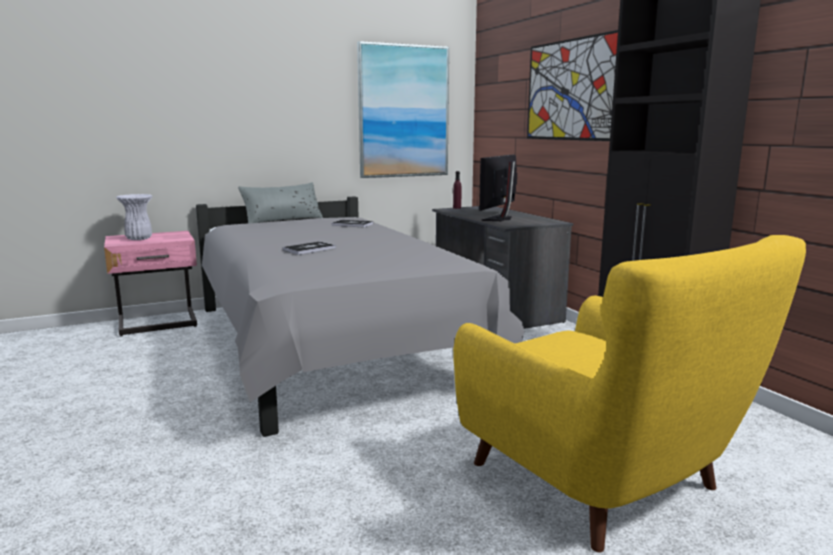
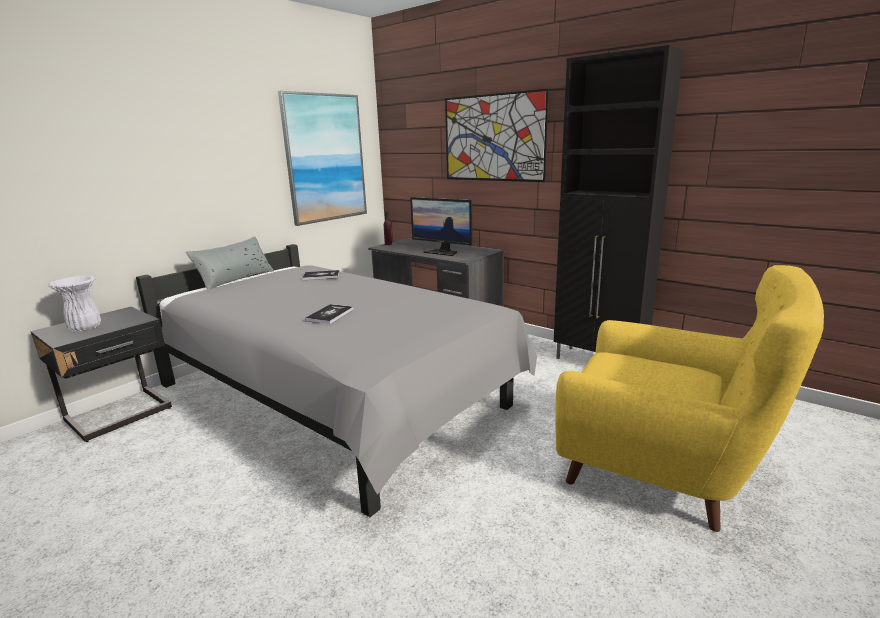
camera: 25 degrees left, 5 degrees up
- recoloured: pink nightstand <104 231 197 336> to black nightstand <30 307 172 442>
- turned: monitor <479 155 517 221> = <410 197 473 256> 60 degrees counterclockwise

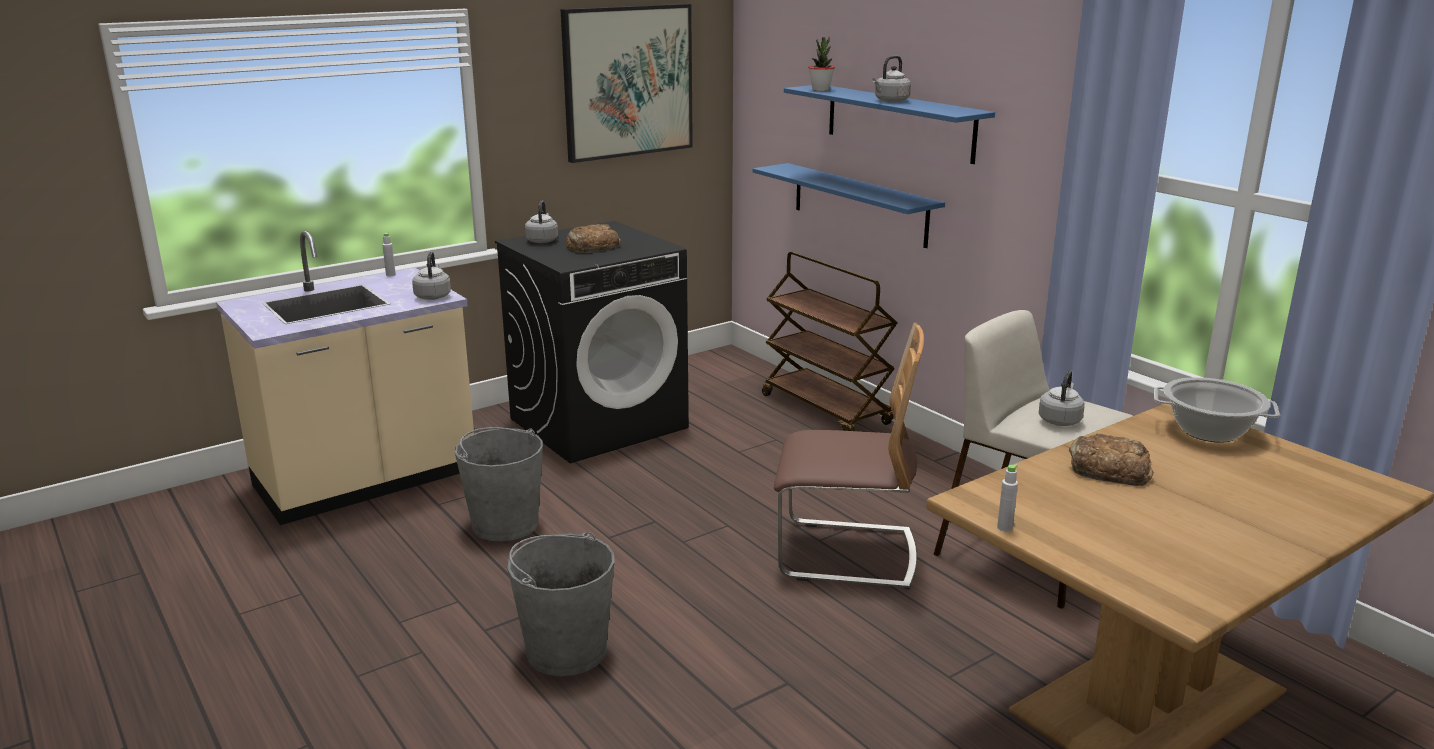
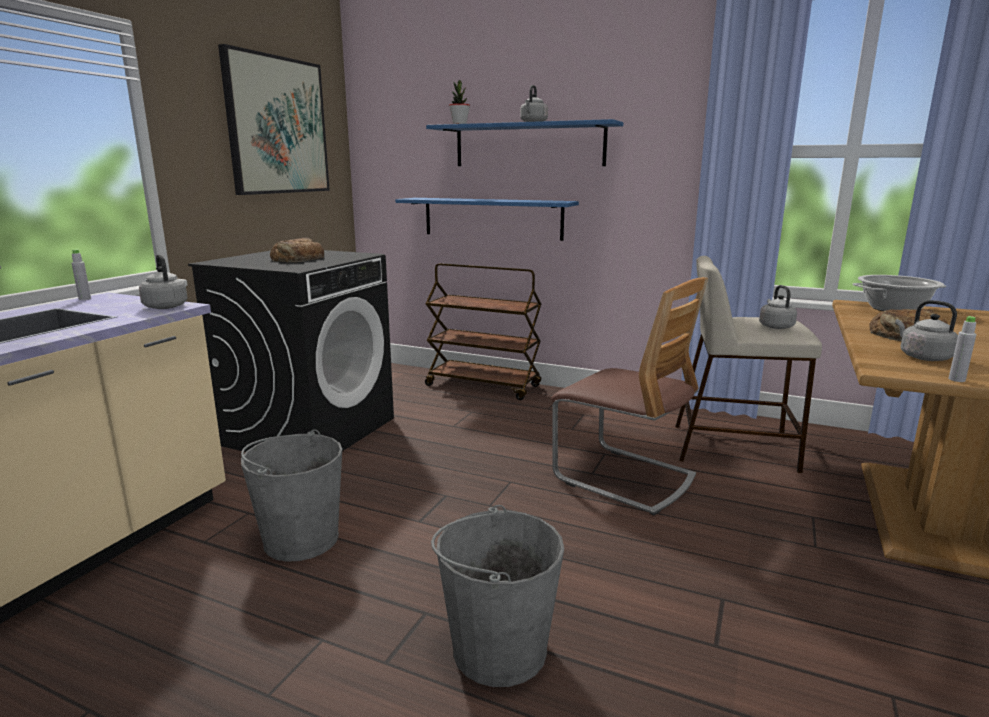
camera: 30 degrees left, 5 degrees down
- turned: chair <774 323 924 589> = <551 277 708 515> 60 degrees clockwise
- moved: grey kettle <525 200 558 243> to <895 300 958 361>

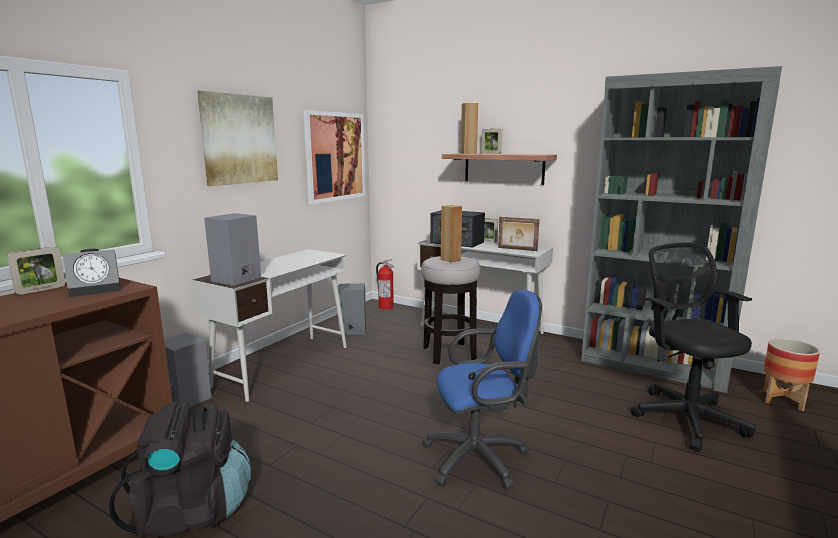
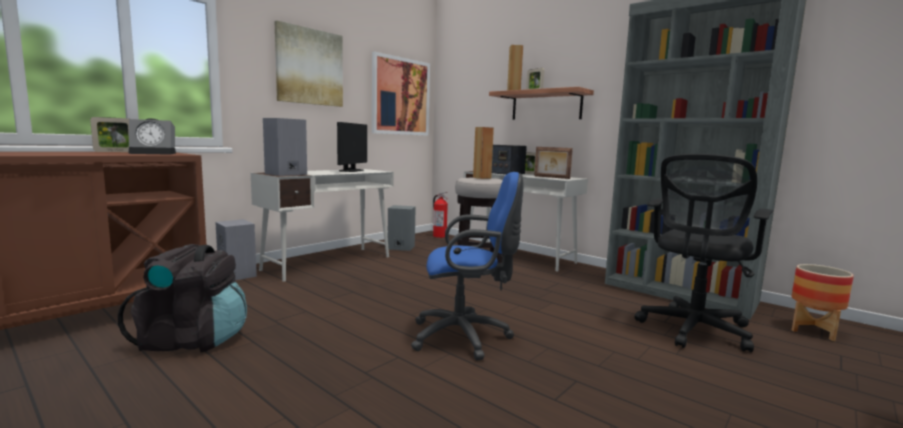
camera: 10 degrees right, 5 degrees down
- added: monitor <337 122 367 172>
- turned: black office chair <631 243 756 452> = <634 154 773 352> 135 degrees counterclockwise

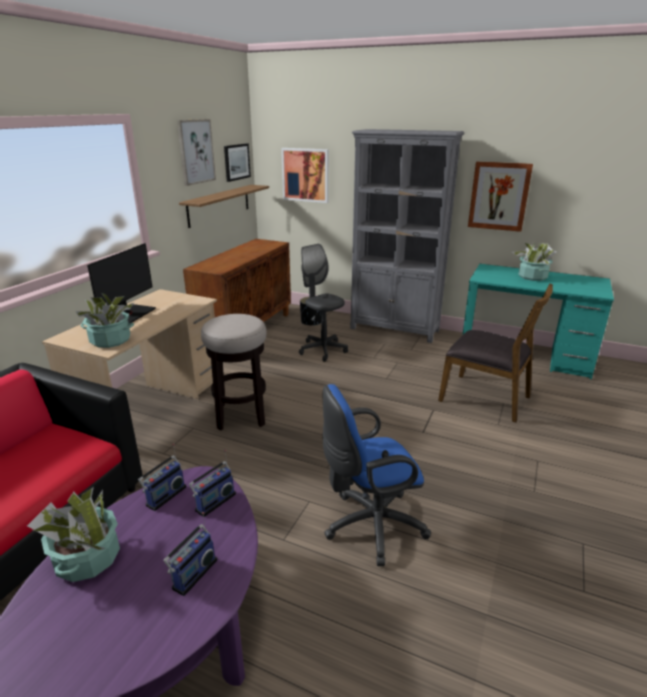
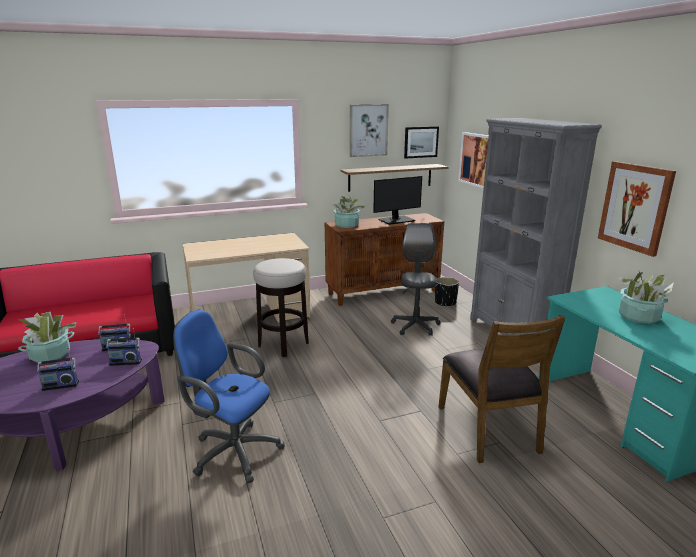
camera: 45 degrees right, 5 degrees down
- moved: potted plant <76 293 134 348> to <333 196 366 228>
- moved: monitor <87 243 156 323> to <373 176 422 225>

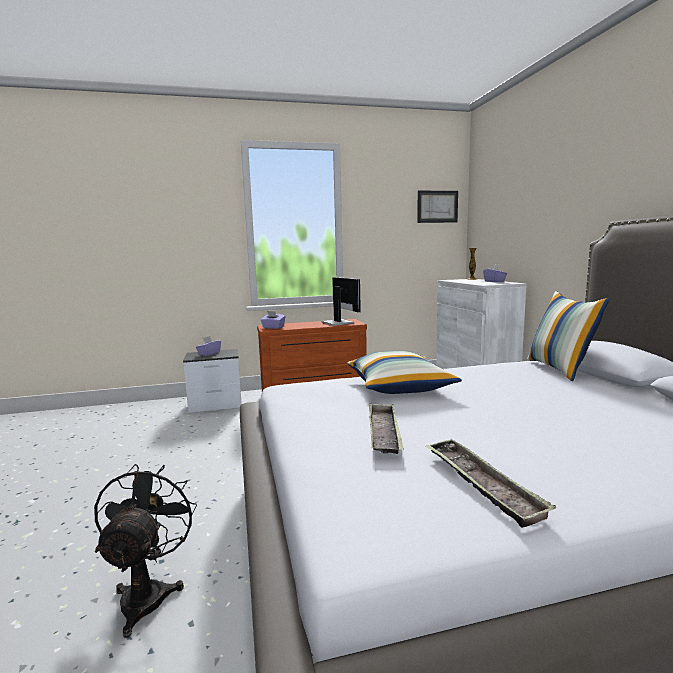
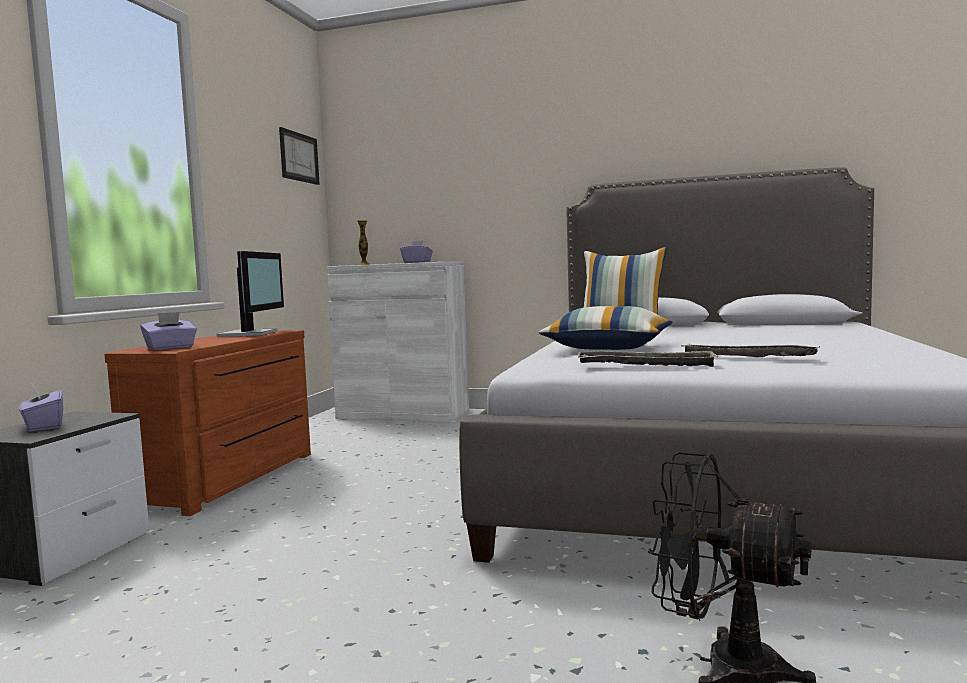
camera: 60 degrees left, 5 degrees down
- turned: monitor <321 277 361 326> = <216 251 284 337> 90 degrees clockwise
- moved: tray <426 438 556 528> to <578 350 718 367>

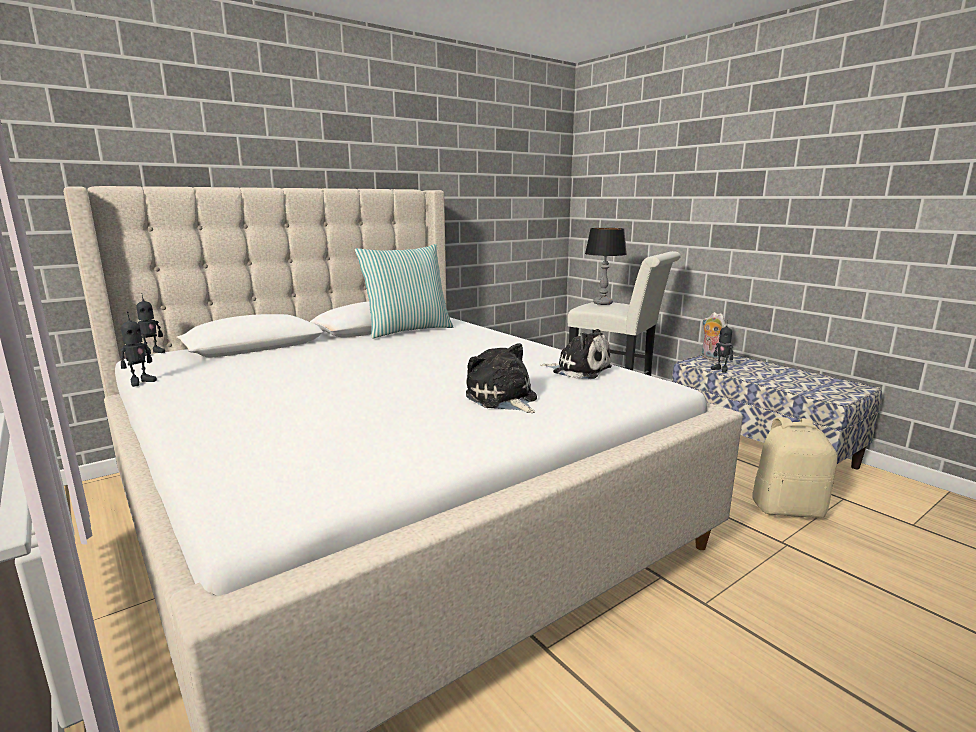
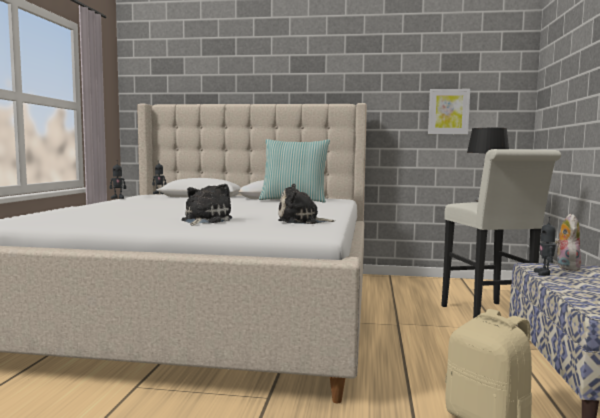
camera: 45 degrees right, 10 degrees down
- turned: plush toy <540 329 612 379> = <278 184 335 224> 105 degrees clockwise
- added: picture <428 89 470 134>

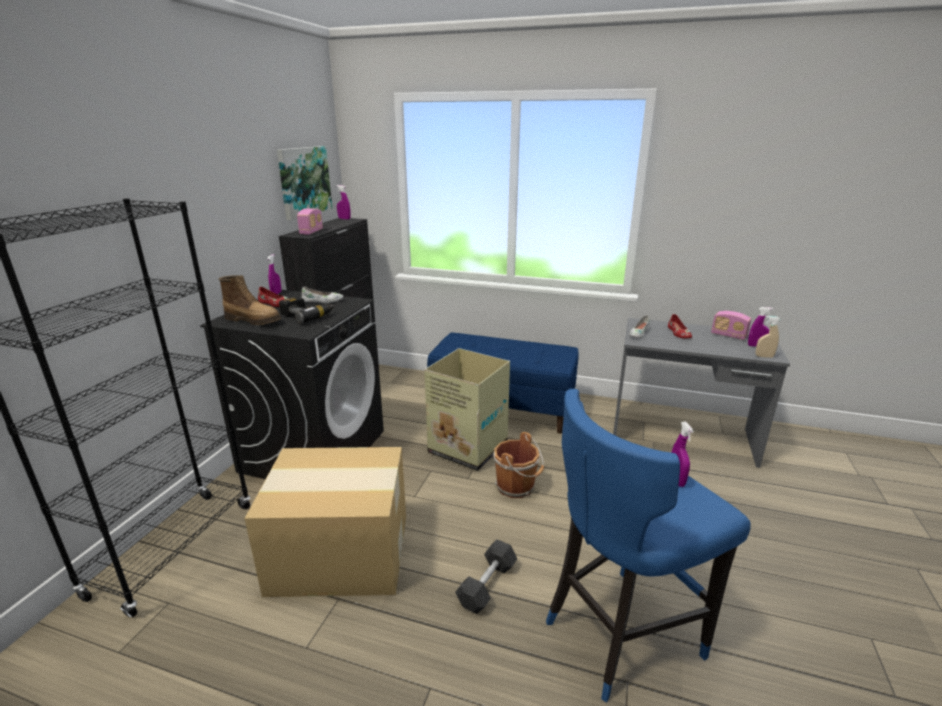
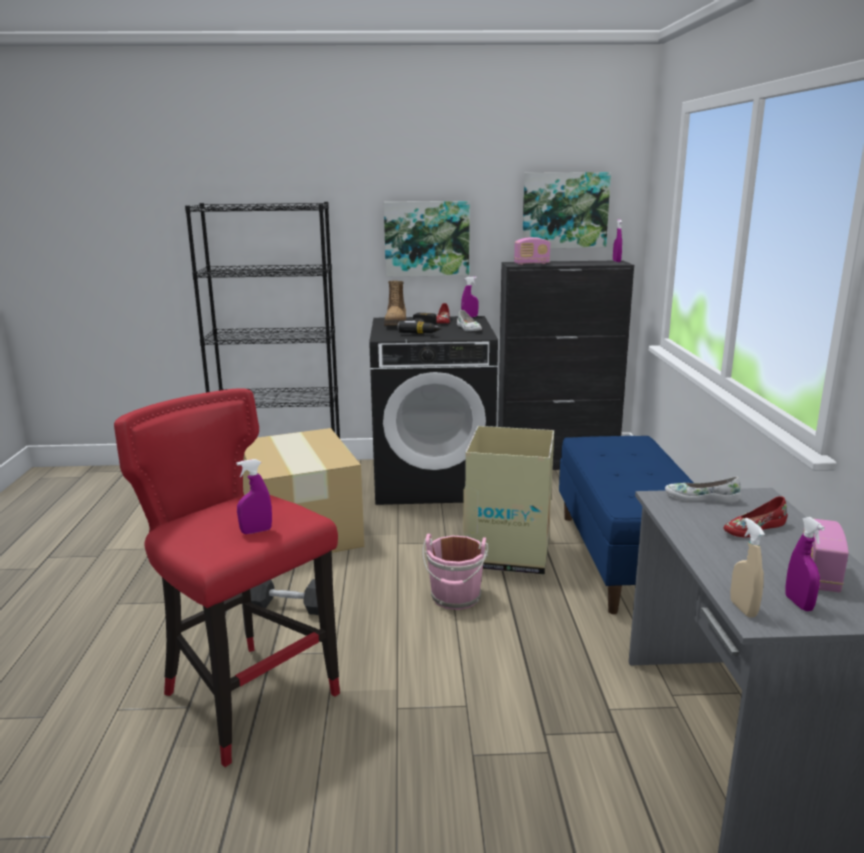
camera: 70 degrees right, 5 degrees down
- recoloured: blue stool <546 389 751 703> to red stool <114 388 340 767>
- added: picture <384 201 470 277>
- recoloured: brown bucket <493 432 544 498> to pink bucket <422 534 488 610>

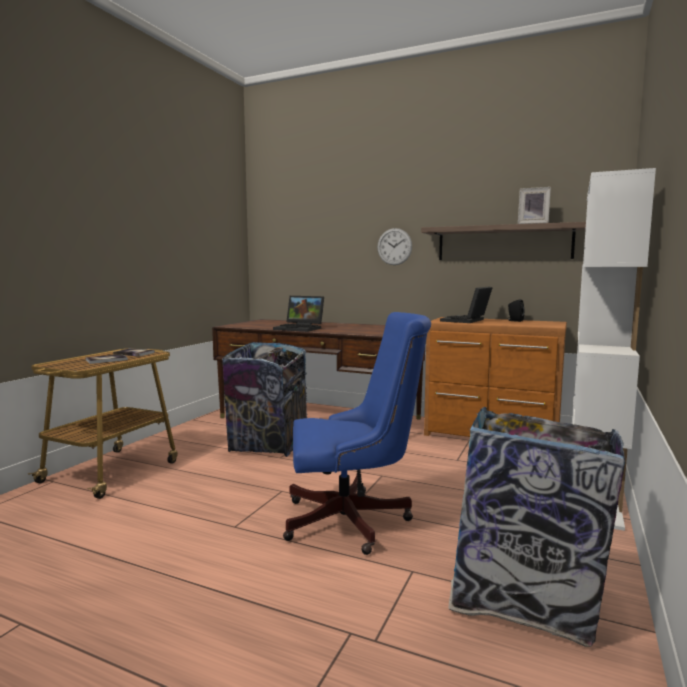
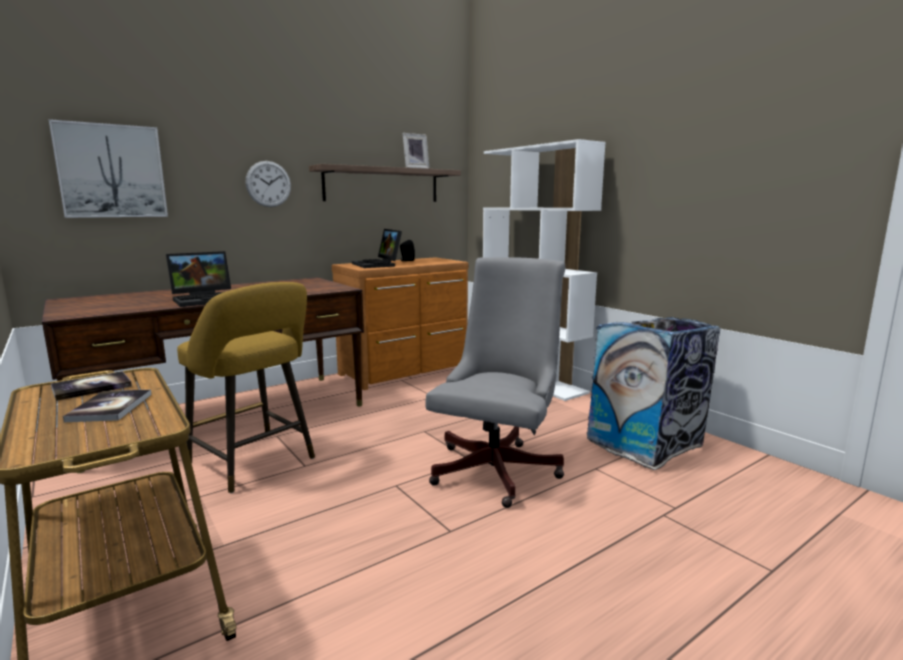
camera: 60 degrees left, 5 degrees up
- added: picture <49 119 168 218>
- replaced: trash can <222 342 307 457> to yellow stool <177 282 315 493>
- recoloured: blue office chair <283 312 431 555> to grey office chair <426 257 565 508>

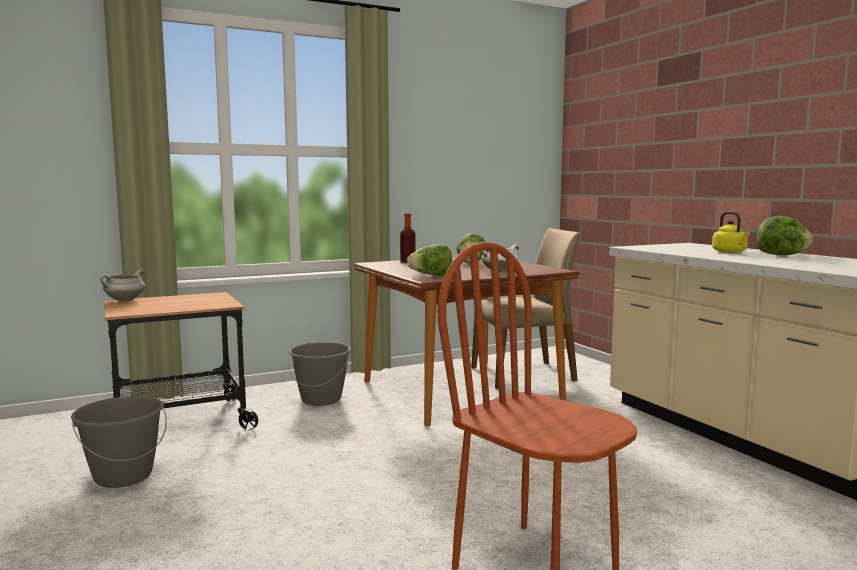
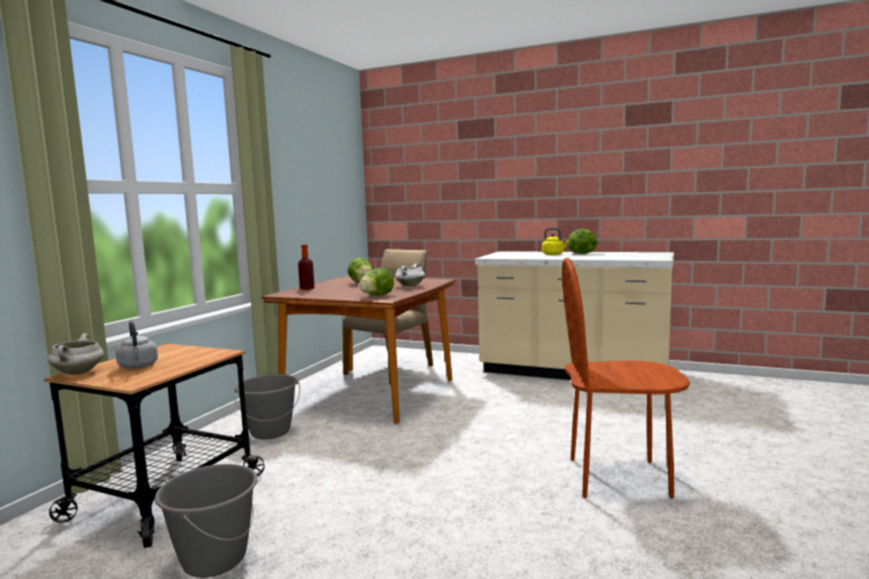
camera: 40 degrees left, 0 degrees up
- added: grey kettle <116 321 158 369>

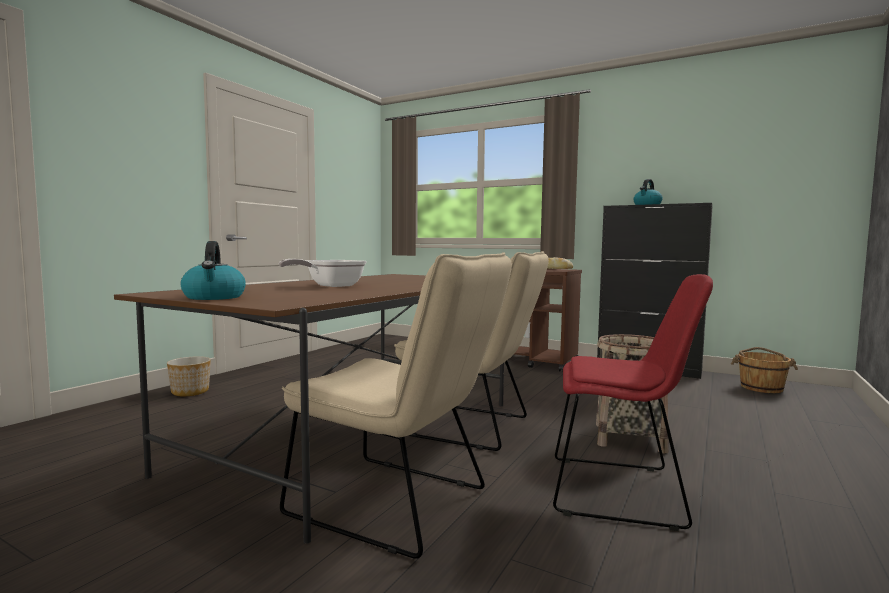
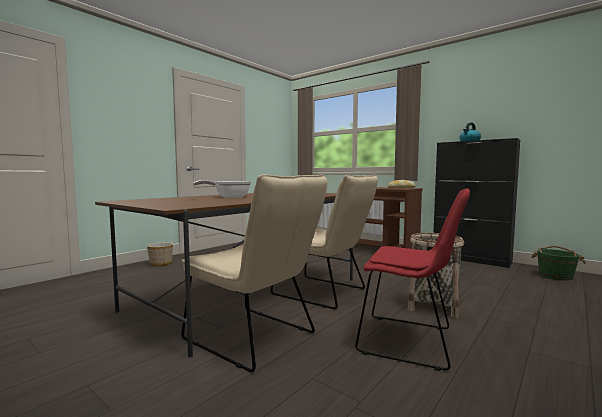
camera: 10 degrees right, 0 degrees up
- recoloured: brown bucket <731 347 798 393> to green bucket <531 246 586 281>
- removed: kettle <181 241 246 300>

